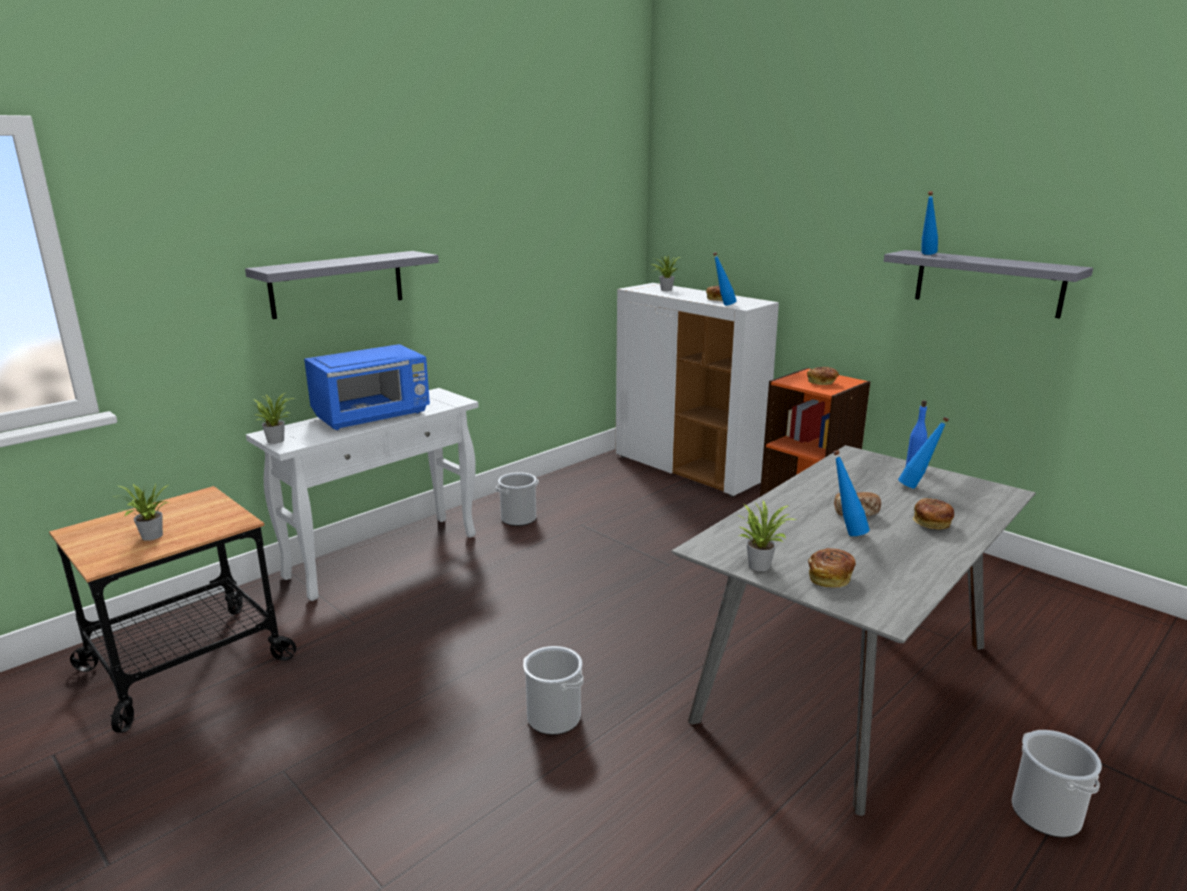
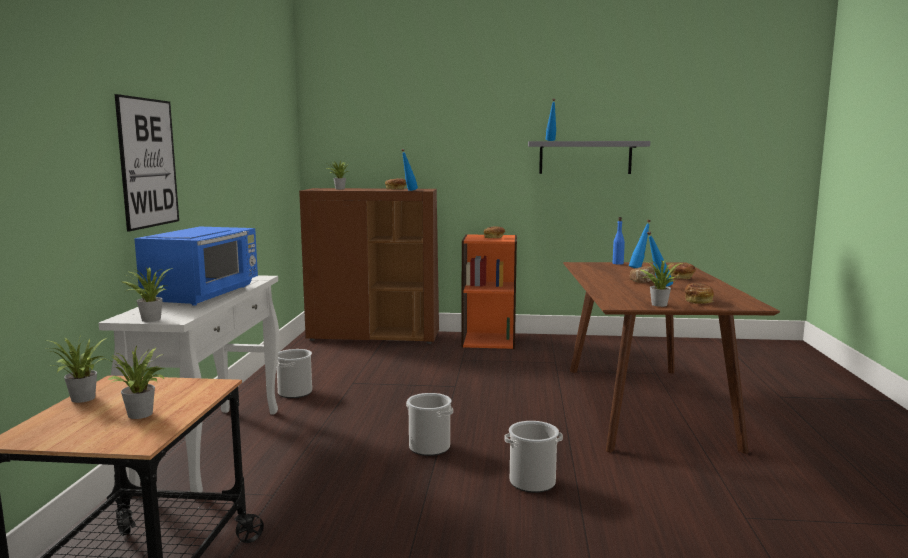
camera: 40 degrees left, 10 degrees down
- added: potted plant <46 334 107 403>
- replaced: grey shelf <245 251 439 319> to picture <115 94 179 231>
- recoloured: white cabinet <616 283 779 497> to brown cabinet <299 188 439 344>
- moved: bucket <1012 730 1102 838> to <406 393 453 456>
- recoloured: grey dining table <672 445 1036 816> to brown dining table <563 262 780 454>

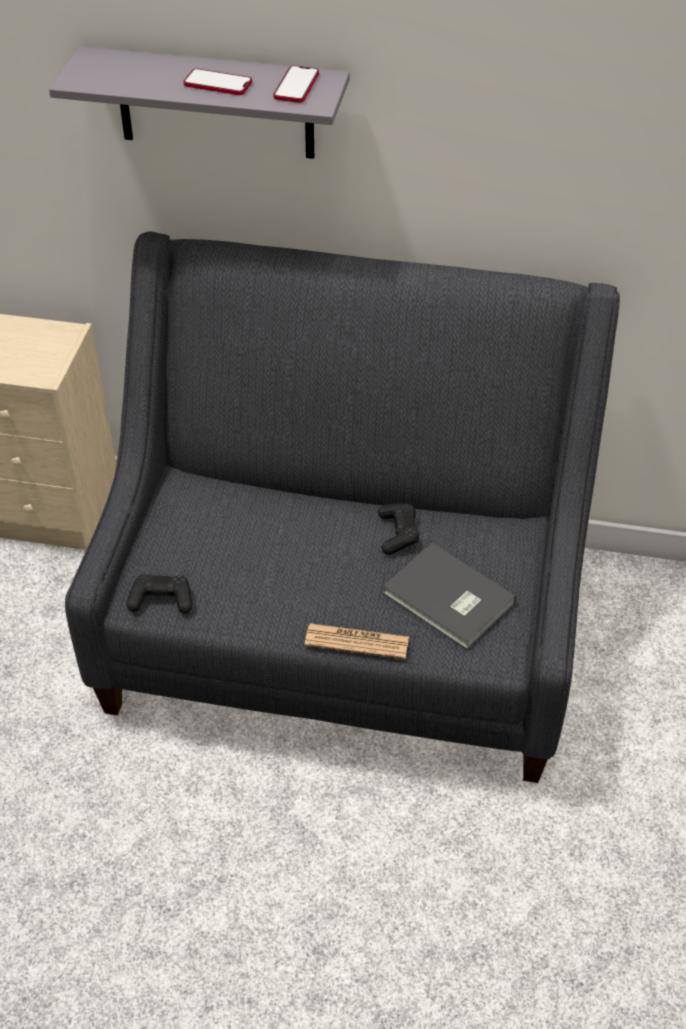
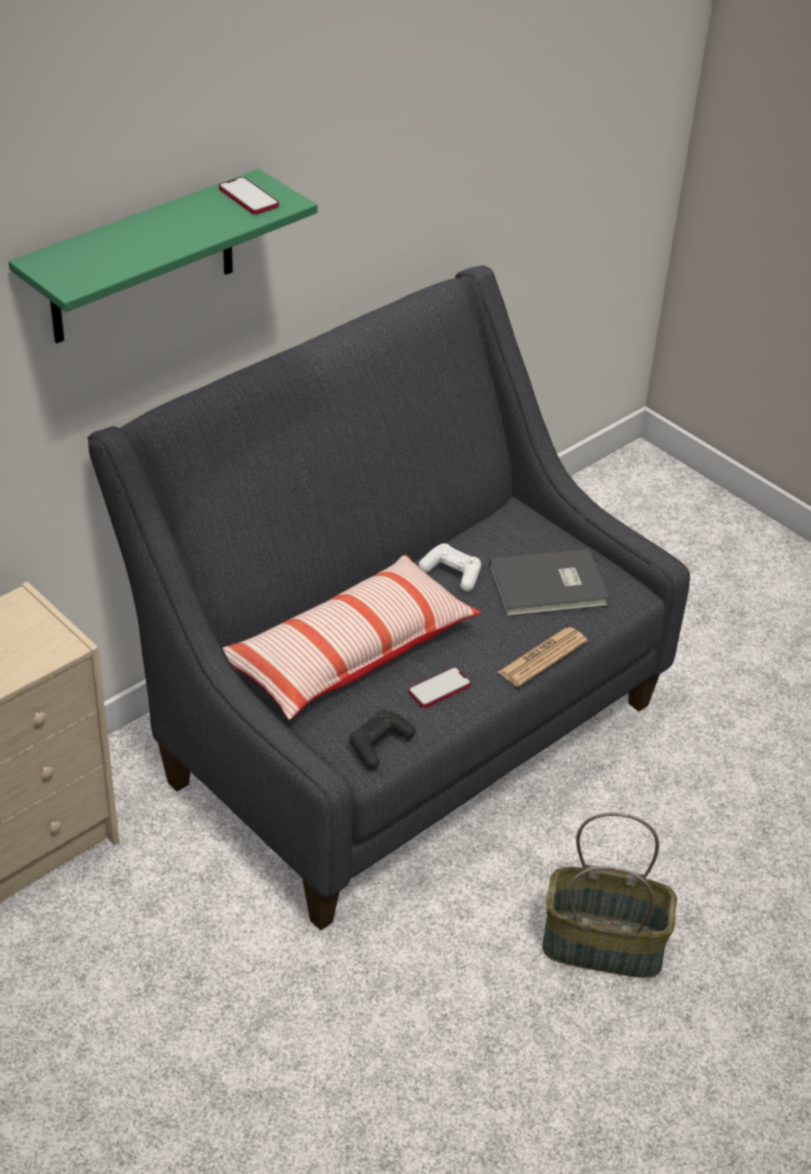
camera: 55 degrees left, 5 degrees down
- recoloured: grey shelf <49 46 350 159> to green shelf <8 169 317 343>
- added: pillow <223 555 481 720>
- moved: phone <184 69 252 95> to <408 667 471 708>
- recoloured: black game controller <378 503 419 555> to white game controller <419 543 481 592>
- added: basket <542 812 677 978>

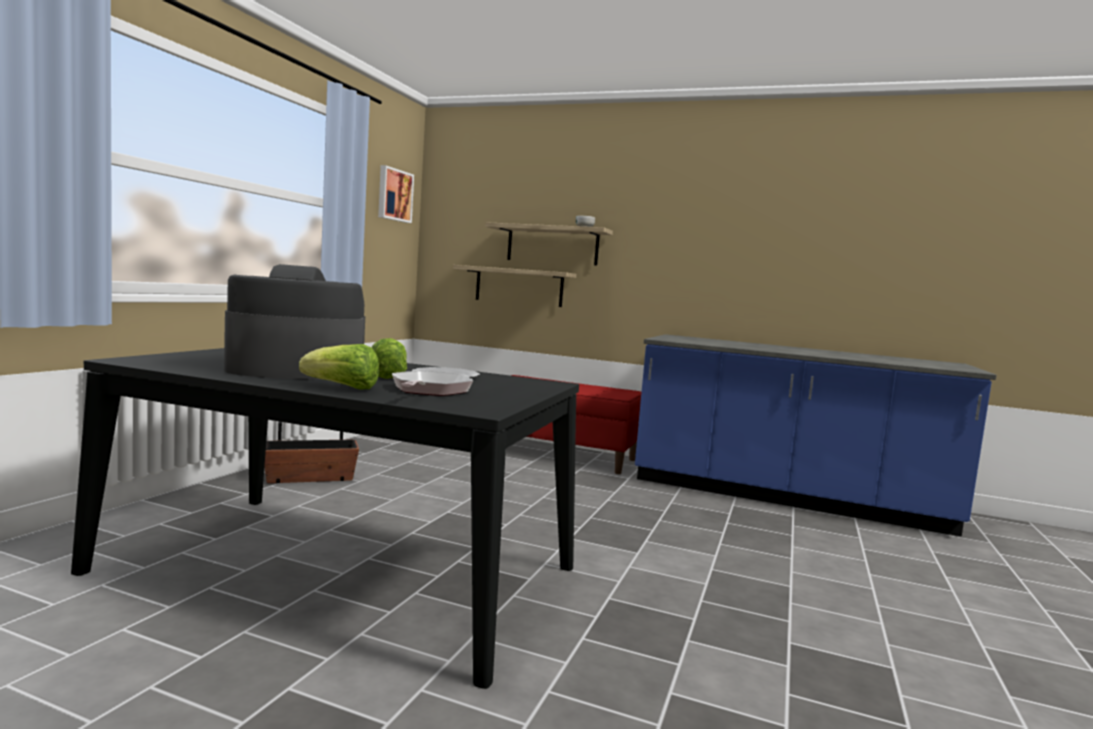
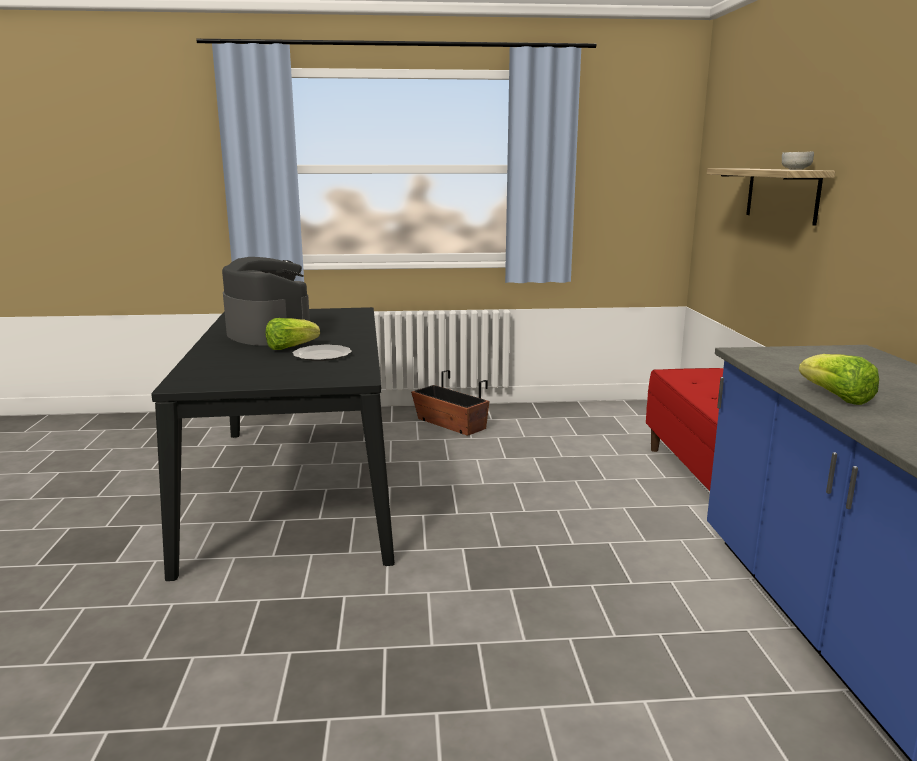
camera: 65 degrees right, 10 degrees up
- moved: lettuce <299 344 379 390> to <799 354 879 405>
- removed: picture <378 165 414 223>
- removed: frying pan <392 370 473 396>
- removed: shelf <453 265 576 307>

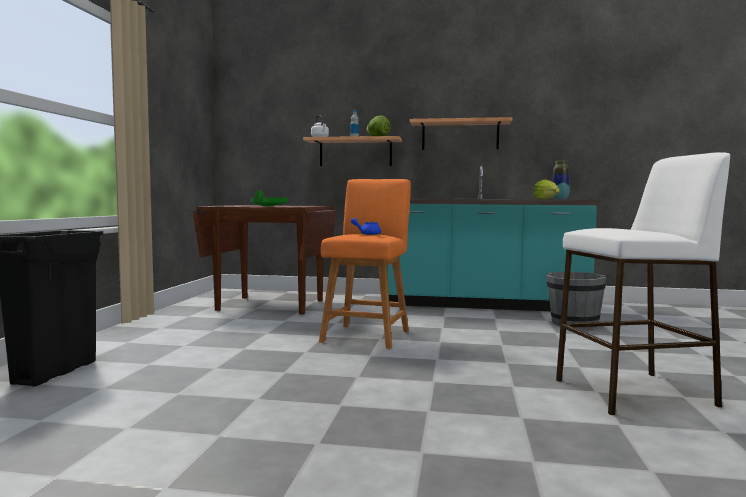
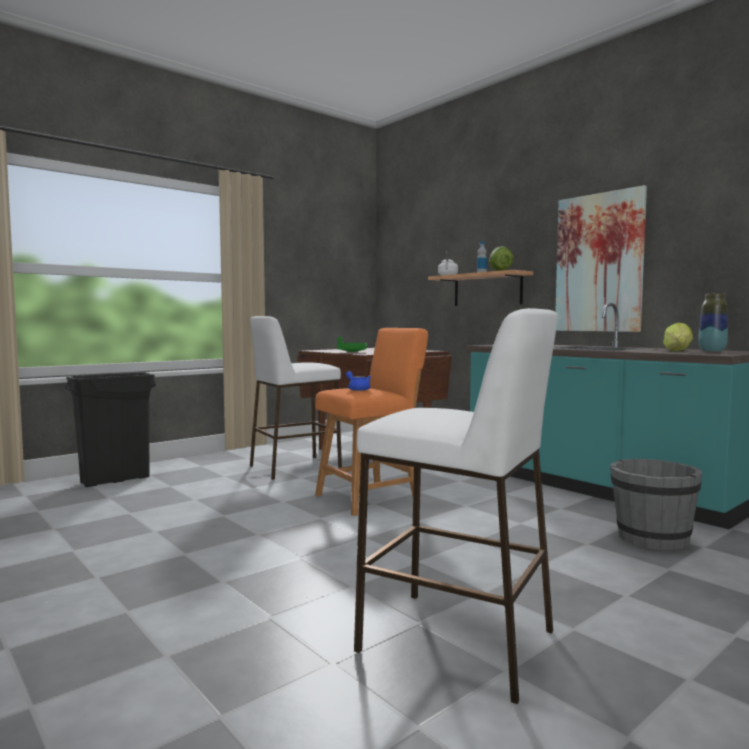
camera: 40 degrees right, 0 degrees up
- added: white stool <250 316 342 480>
- replaced: shelf <410 117 512 150> to picture <555 185 647 332>

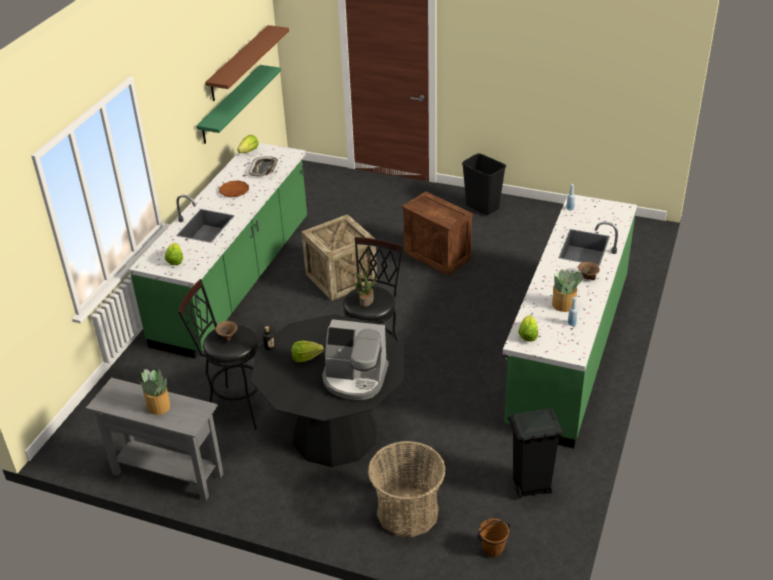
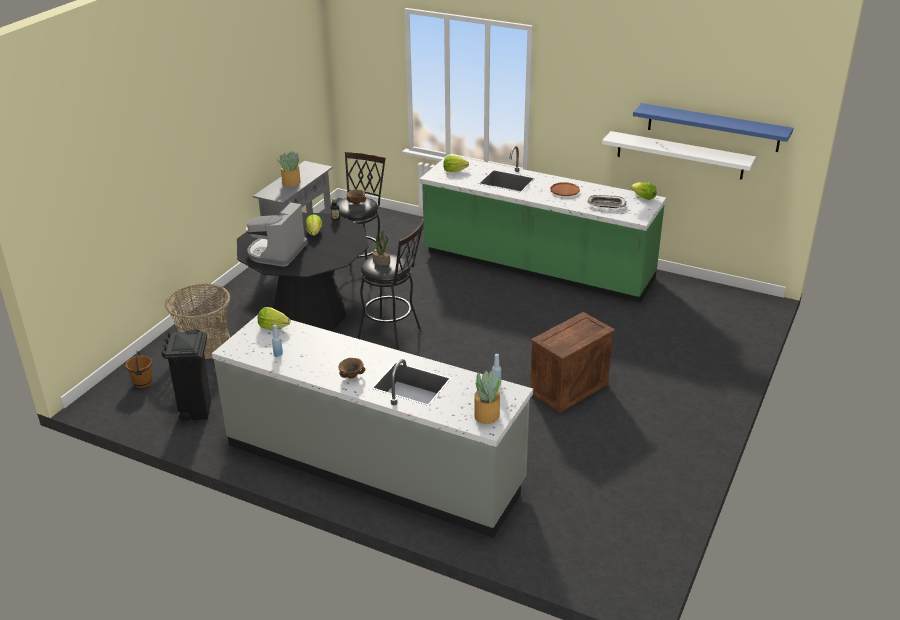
camera: 95 degrees right, 5 degrees down
- recoloured: green counter <503 195 637 449> to grey counter <212 315 533 538>
- moved: potted plant <552 269 583 312> to <474 371 502 424>
- recoloured: green shelf <196 65 281 144> to white shelf <602 131 756 180>
- recoloured: brown shelf <205 25 289 101> to blue shelf <633 103 793 152>
- removed: crate <301 214 377 301>
- removed: black trash can <462 153 506 215>

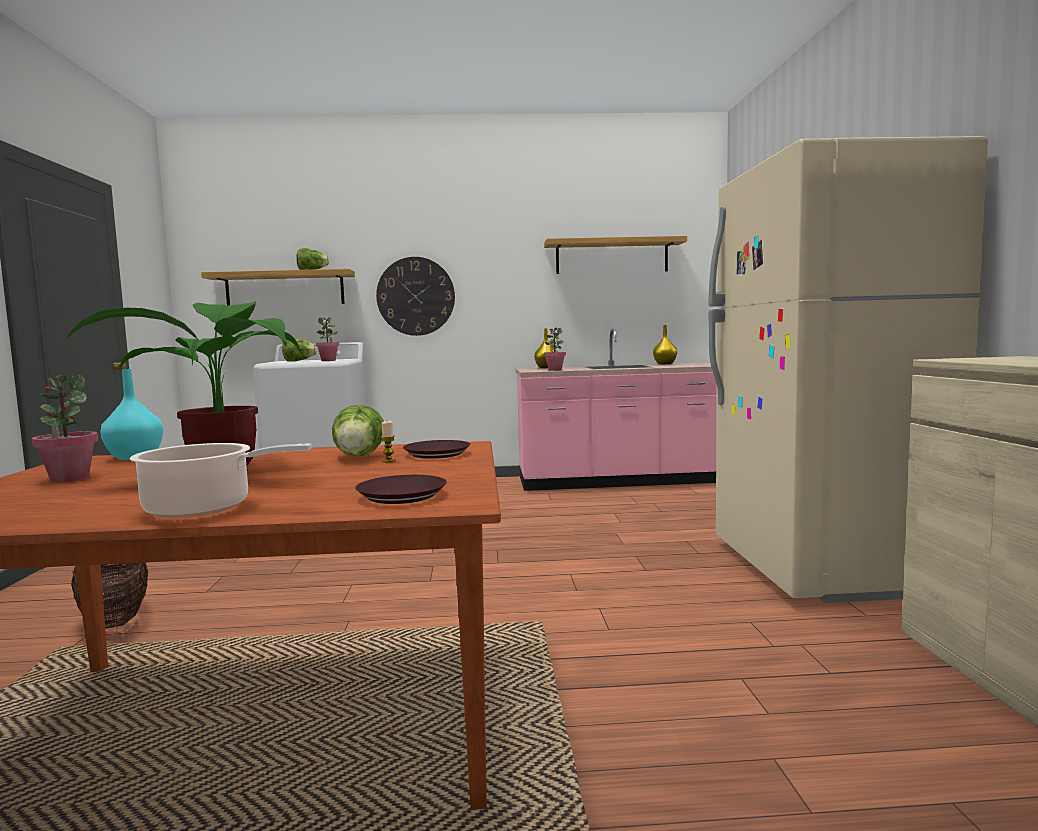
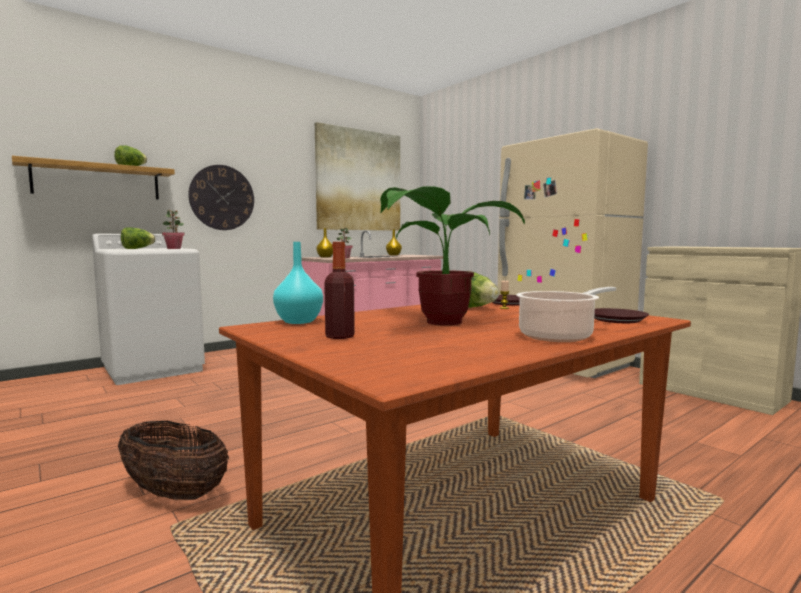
camera: 35 degrees left, 0 degrees up
- replaced: shelf <544 236 687 274> to picture <315 122 400 231>
- replaced: potted plant <32 374 98 482> to bottle <324 242 355 339>

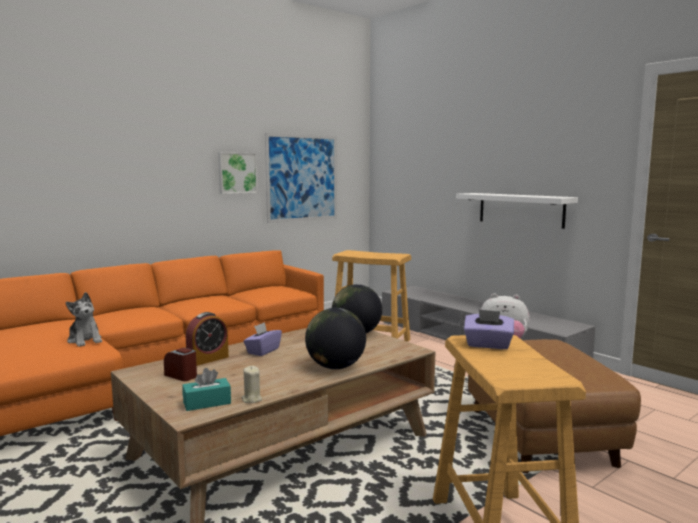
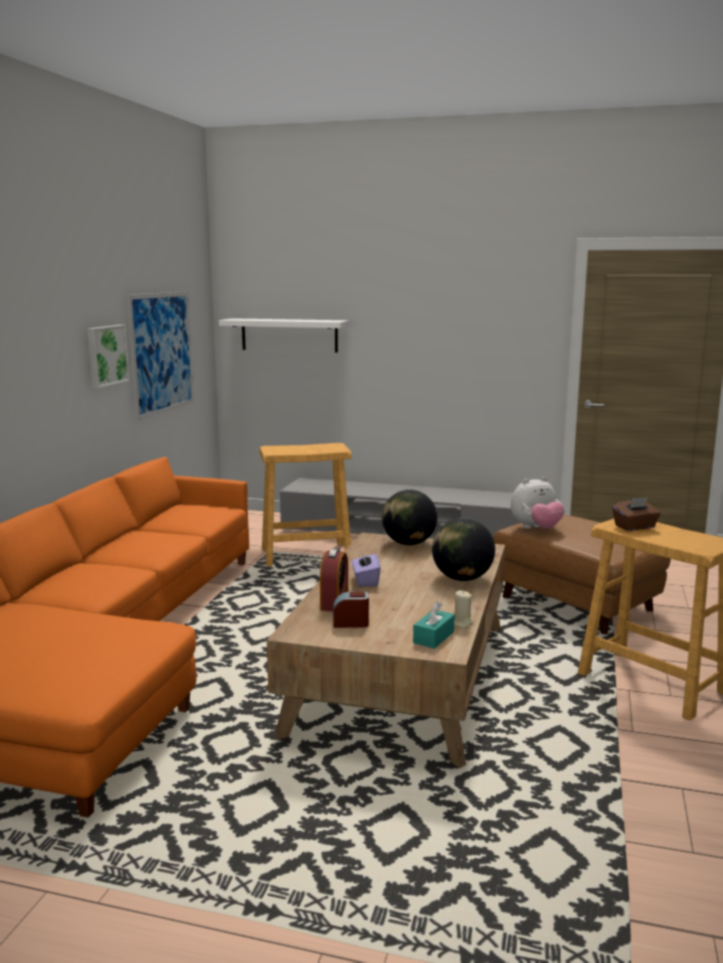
camera: 35 degrees left, 5 degrees up
- moved: white shelf <456 193 578 229> to <219 318 349 352>
- recoloured: purple tissue box <464 309 514 349> to brown tissue box <612 497 661 531>
- removed: plush toy <66 292 102 347>

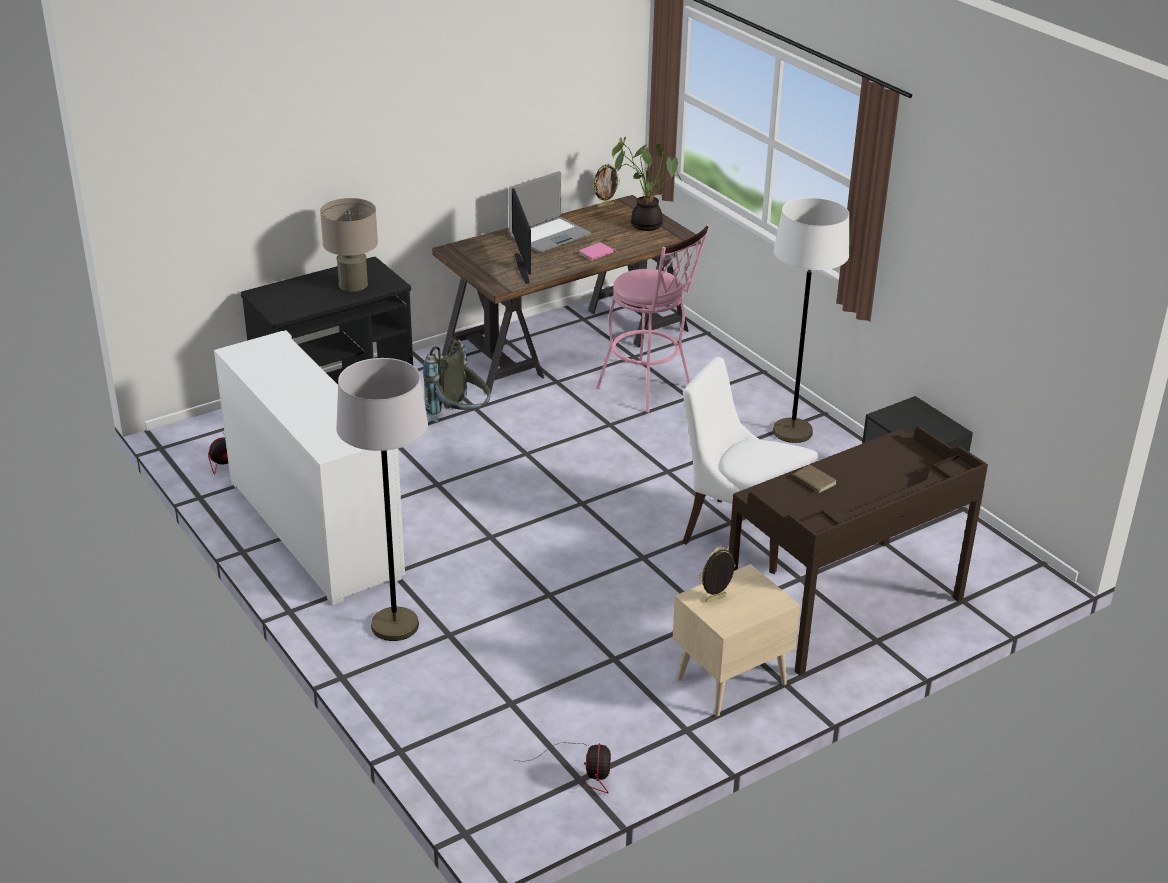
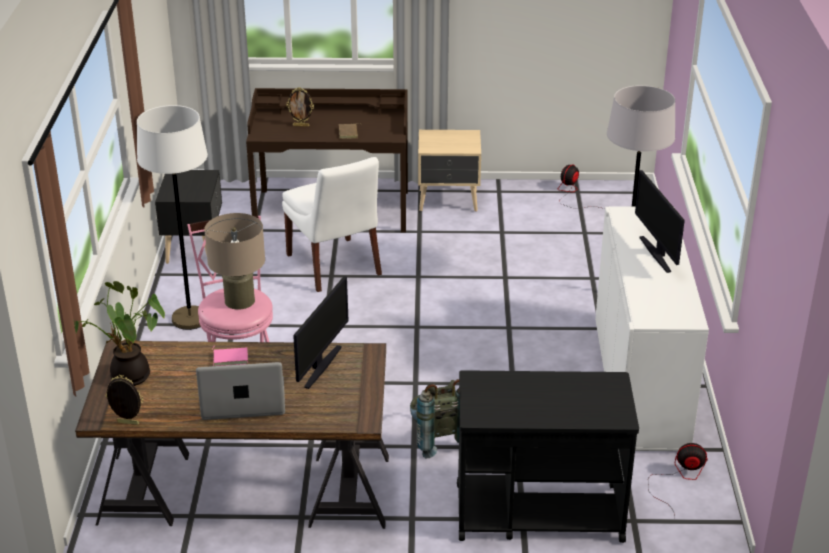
camera: 145 degrees left, 0 degrees up
- moved: beige table lamp <320 198 378 291> to <204 213 265 310>
- moved: picture frame <699 547 736 602> to <286 87 314 127>
- added: monitor <635 170 685 273>

